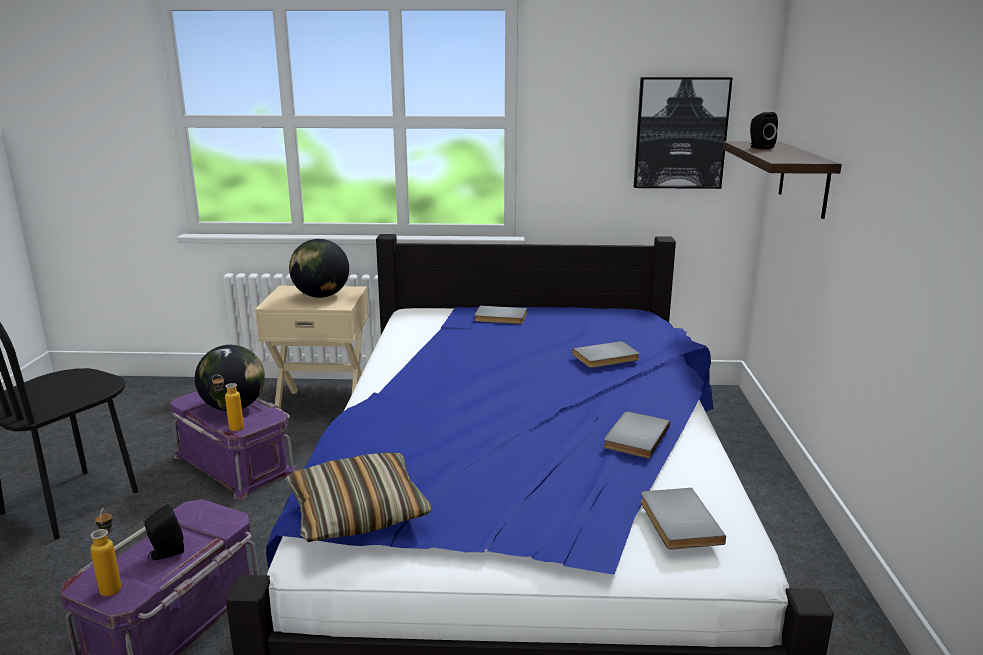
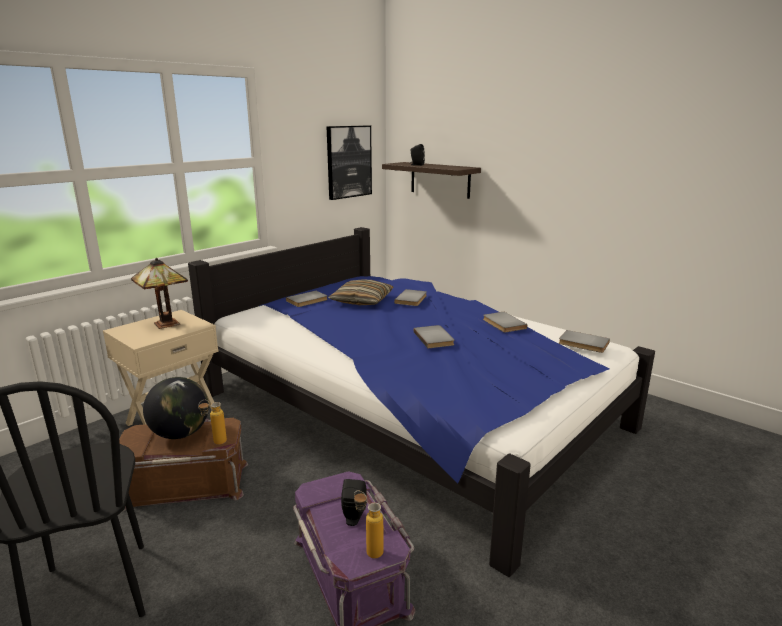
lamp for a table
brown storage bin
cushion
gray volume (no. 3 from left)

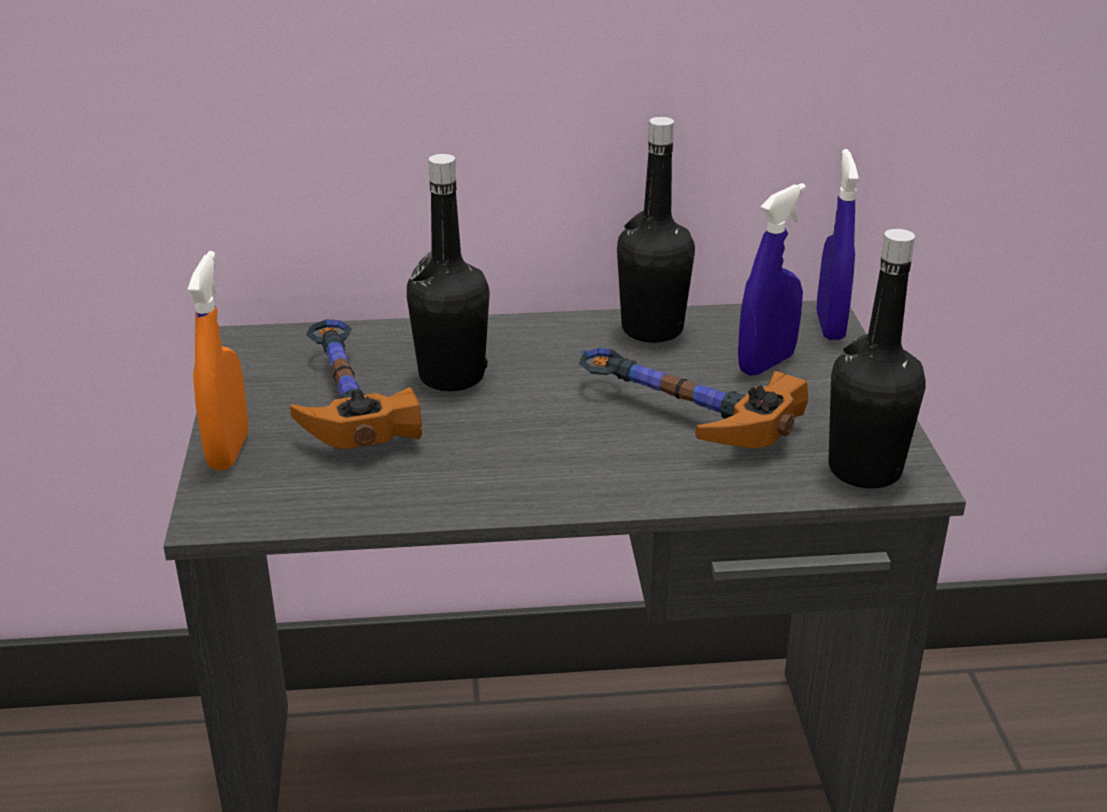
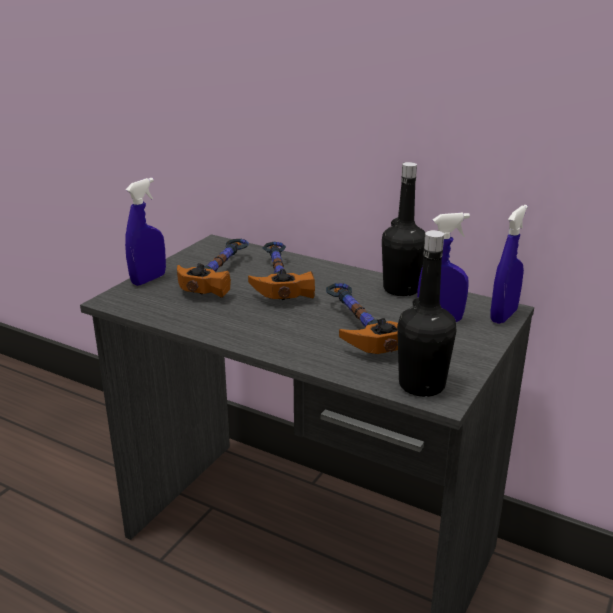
hammer (no. 2 from left)
bluish hand sprayer (no. 1 from left)

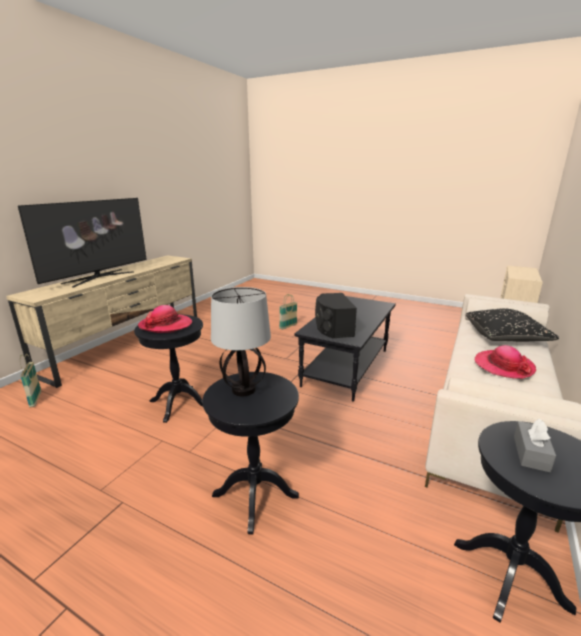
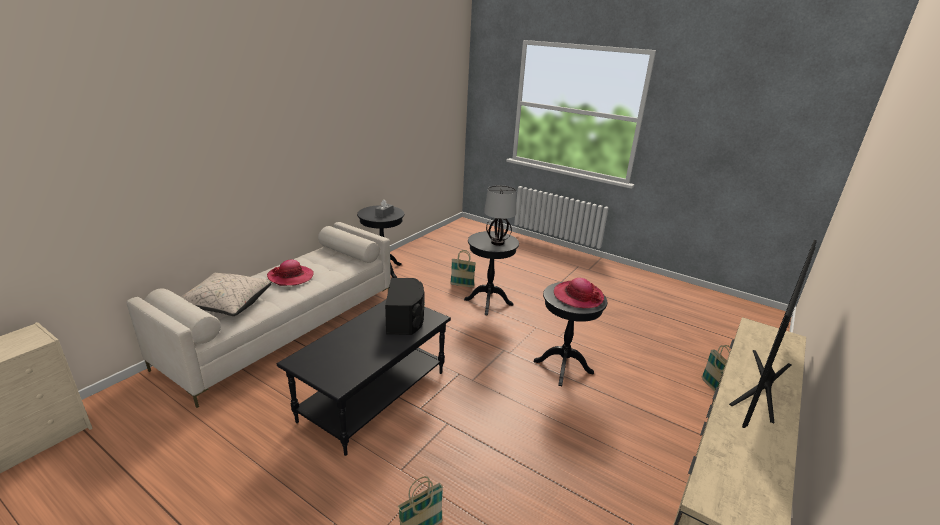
beige-coloured cushion
household basket (no. 2 from left)

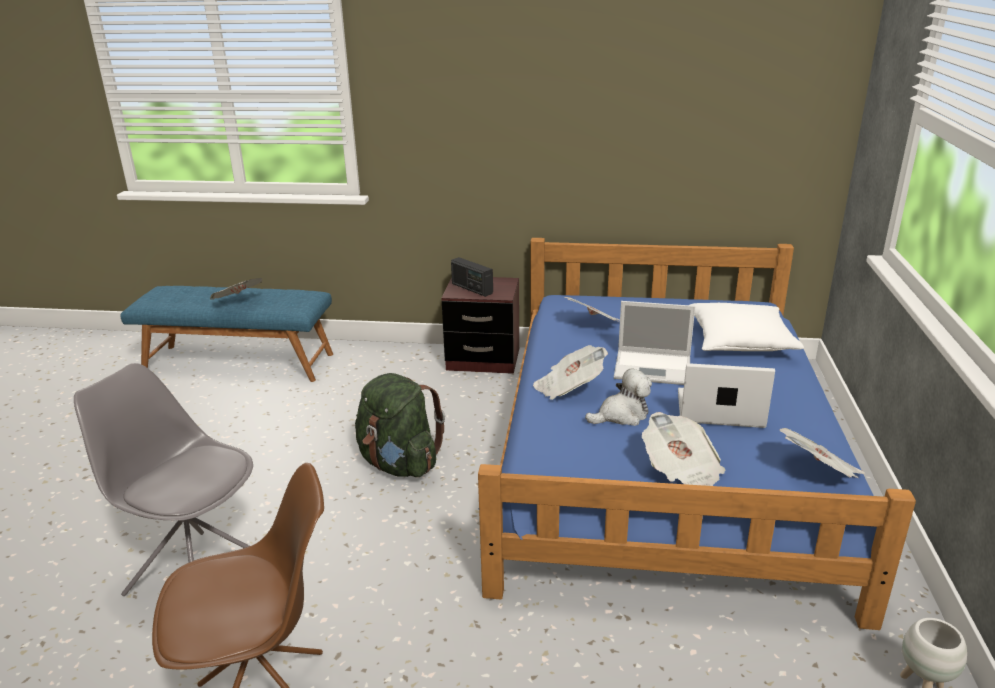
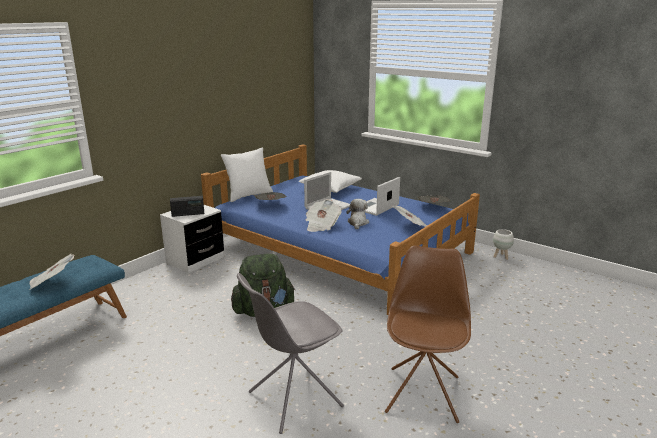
white night table
white cushion (no. 1 from left)

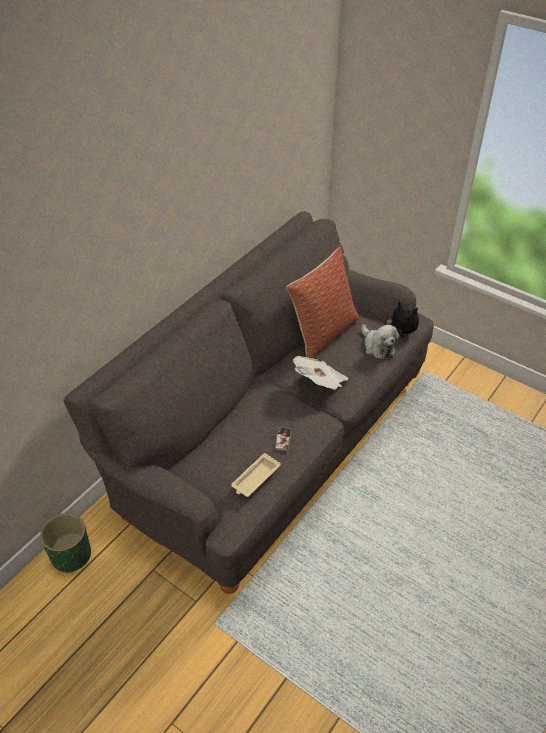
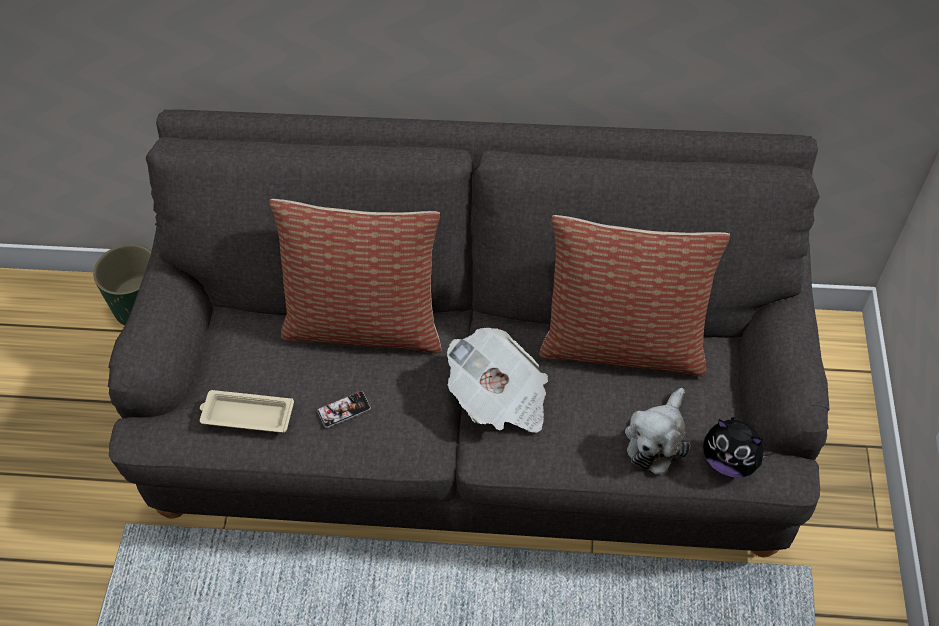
plush toy (no. 2 from left)
cushion (no. 1 from left)

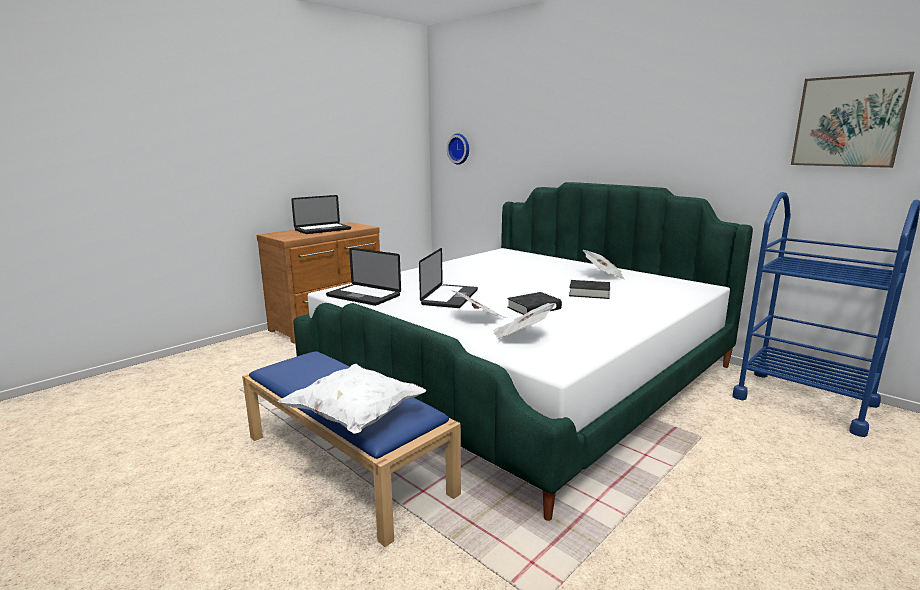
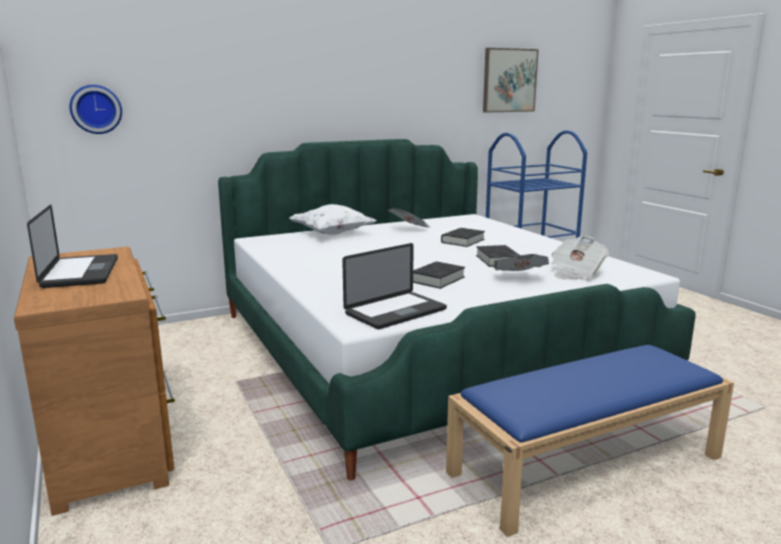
blackish volume (no. 1 from left)
white cushion

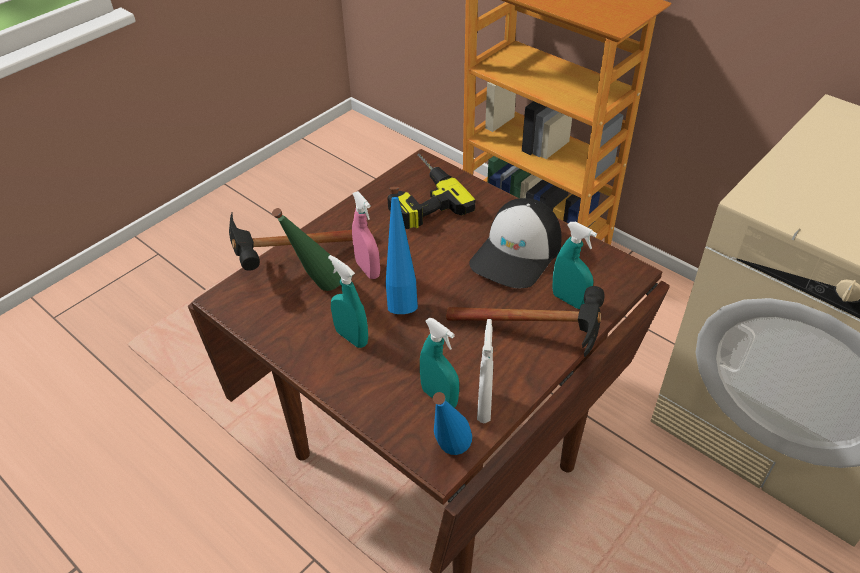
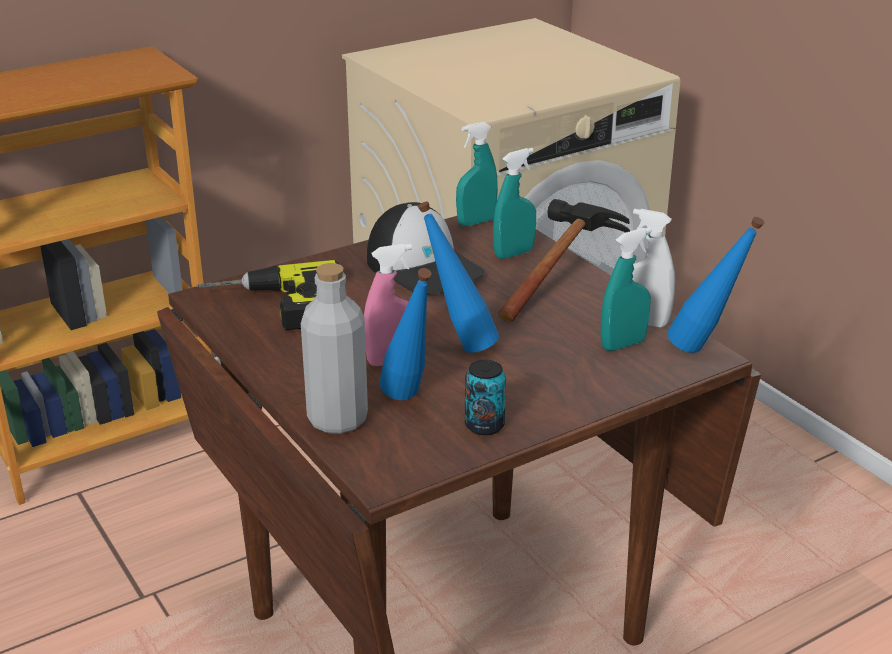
bluish bottle (no. 1 from left)
gray bottle
turquoise hand sprayer (no. 1 from left)
sealed can

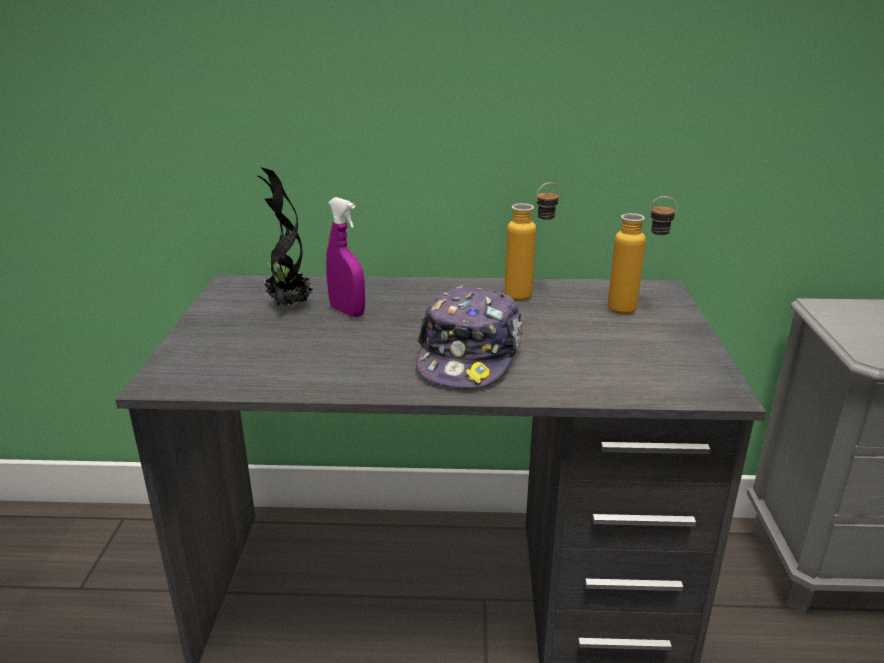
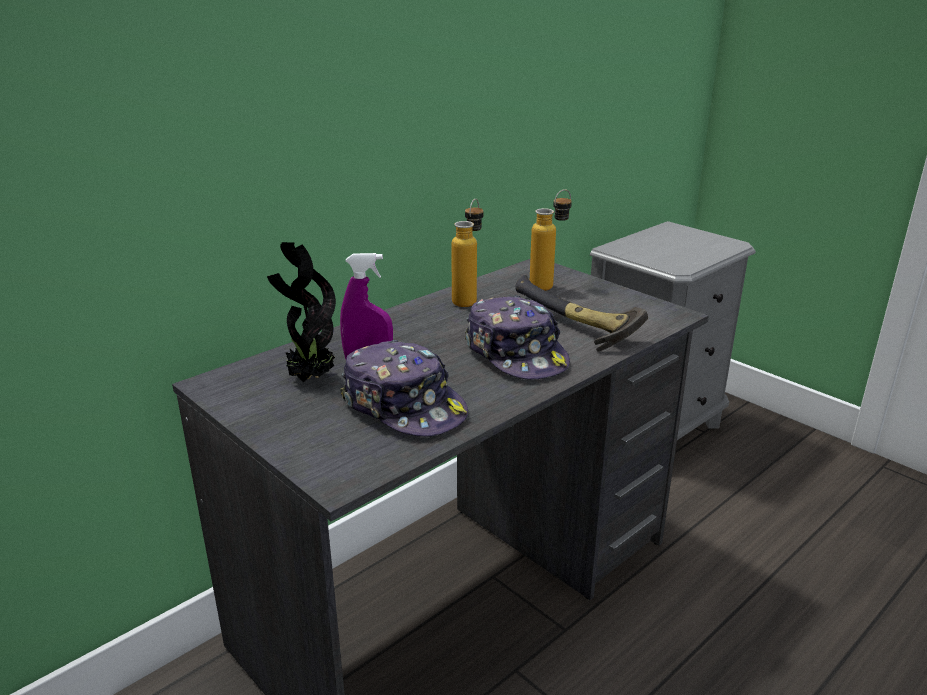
hammer
cap (no. 1 from left)

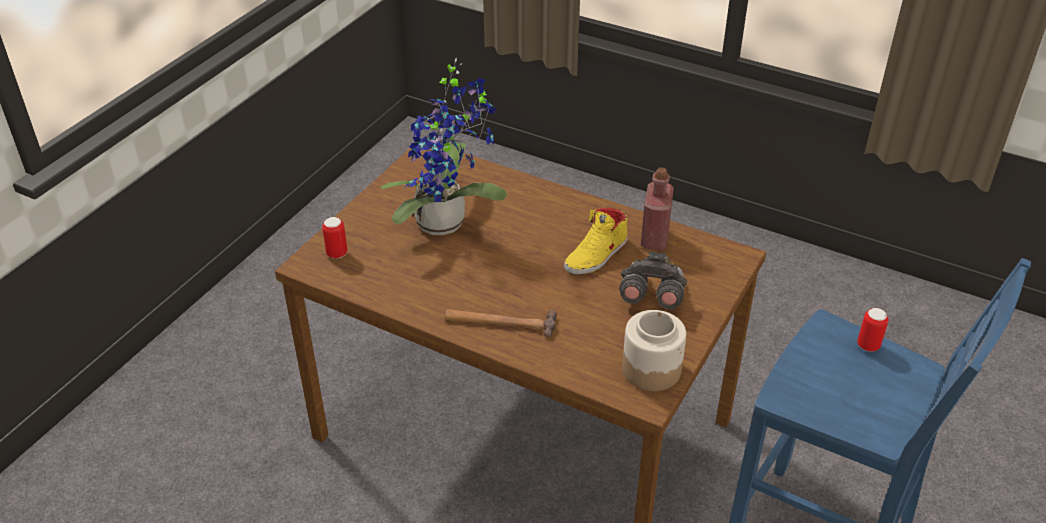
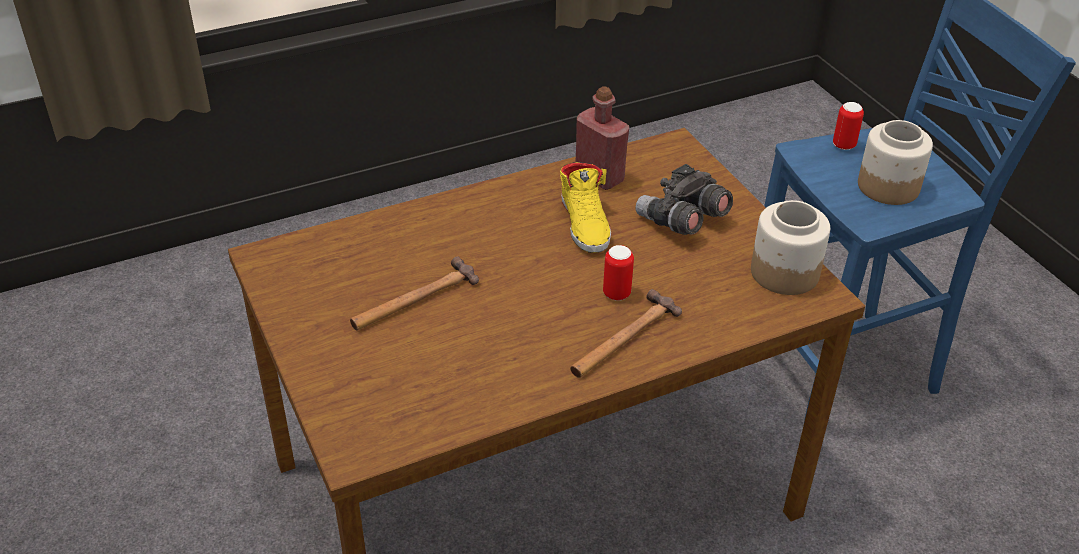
hammer (no. 1 from left)
sealed can (no. 1 from left)
preserve jar (no. 2 from left)

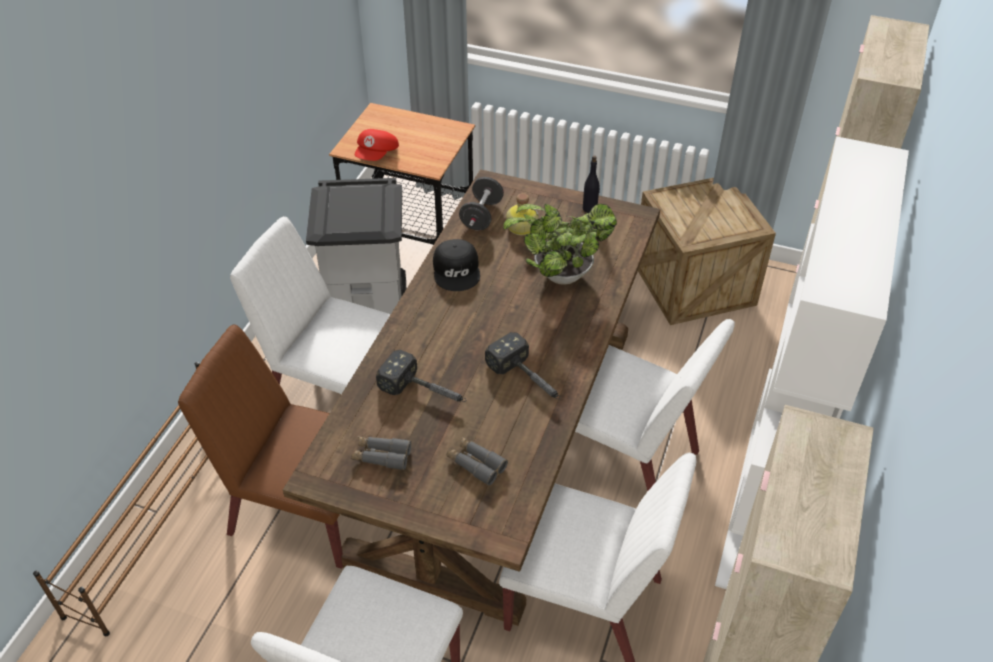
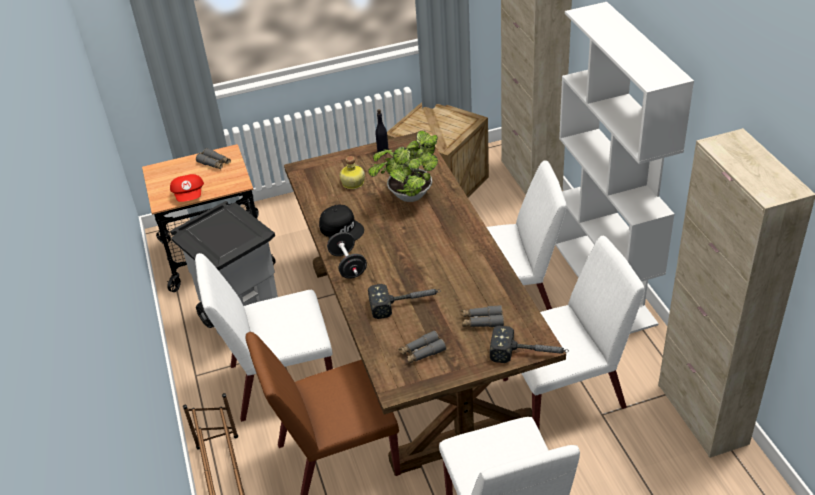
blackish dumbbell
hammer (no. 2 from left)
gray pair of binoculars (no. 1 from left)

